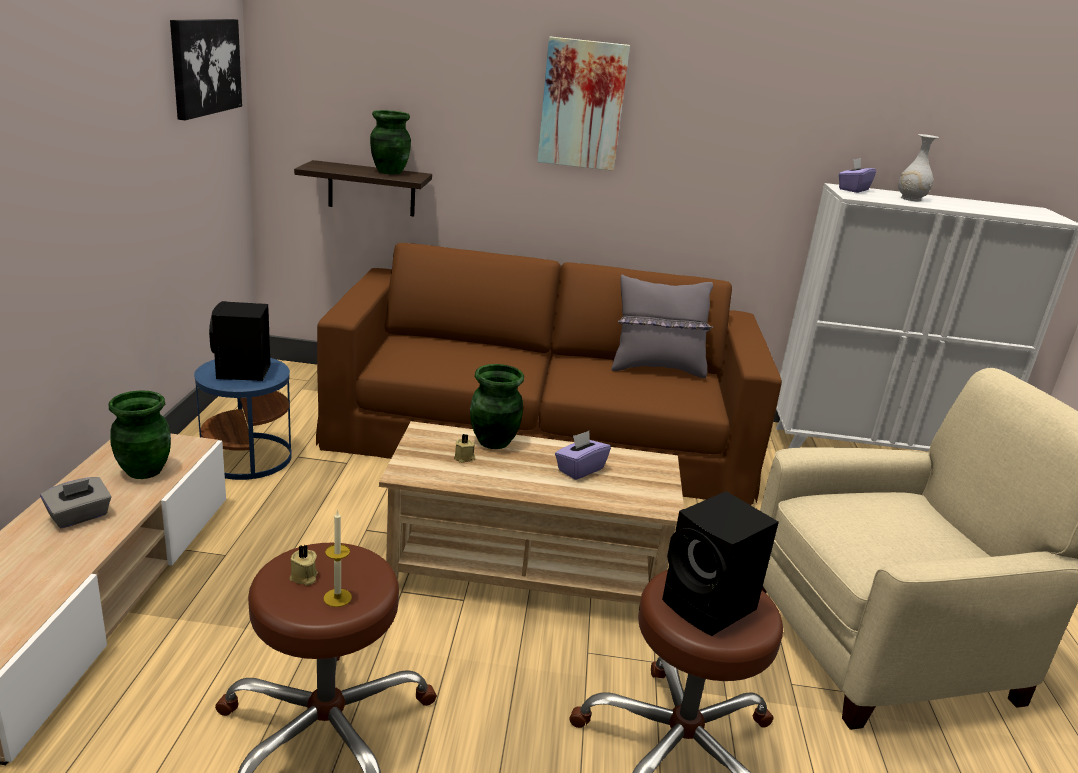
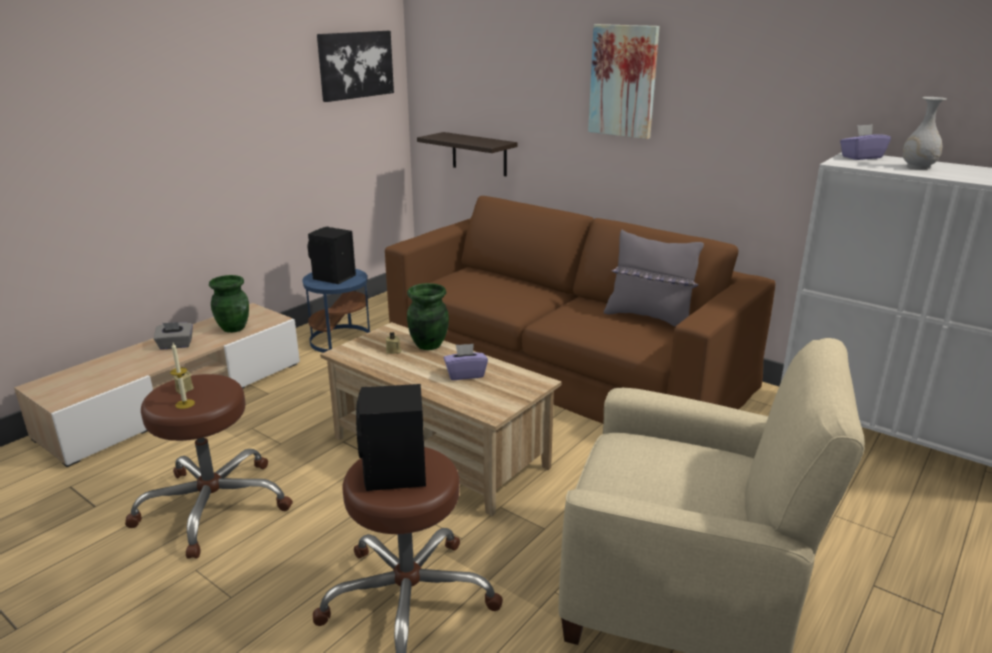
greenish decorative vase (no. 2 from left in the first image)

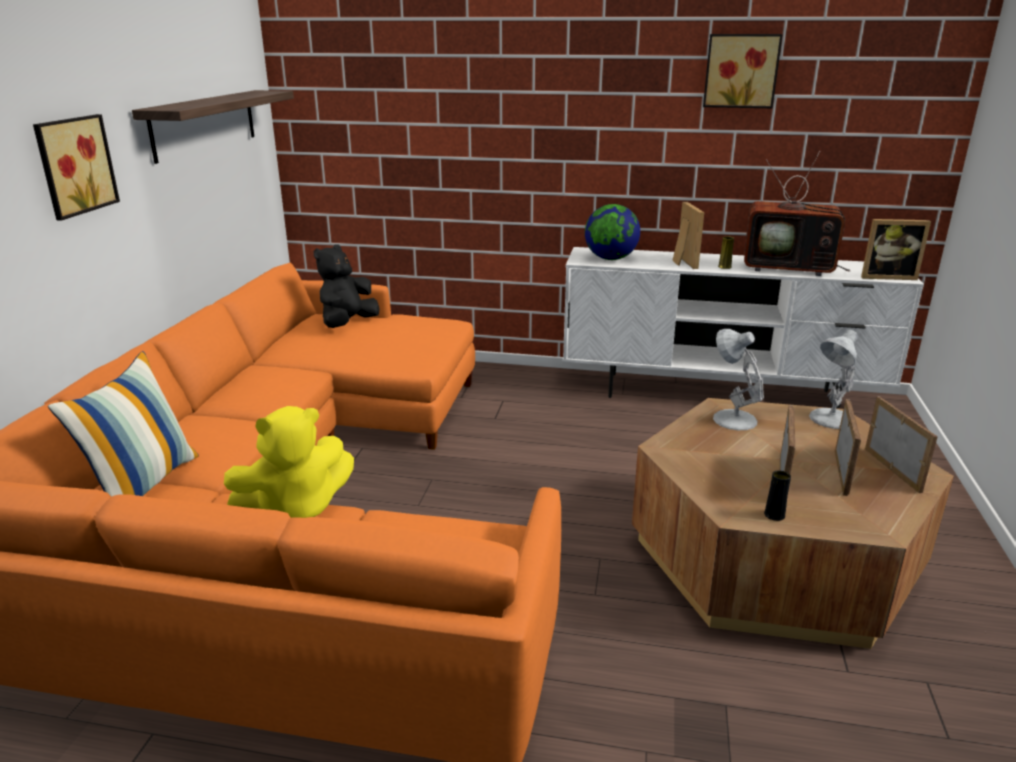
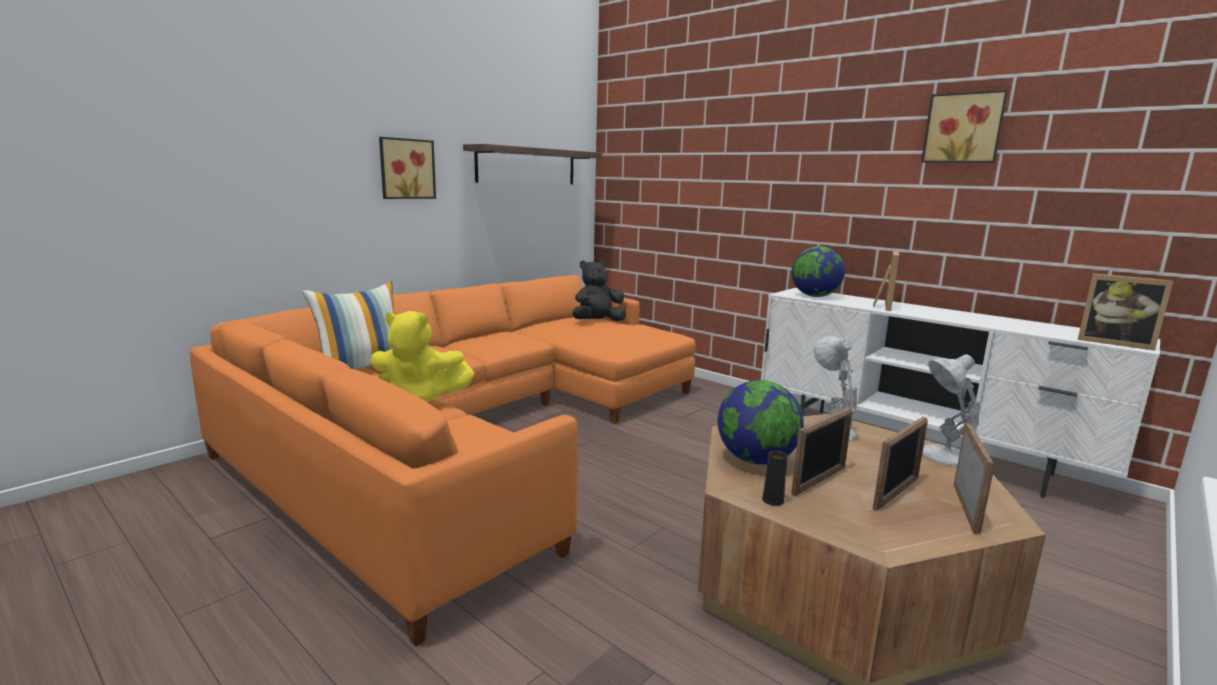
TV set
yellow-coloured decorative vase
world globe (no. 1 from left)

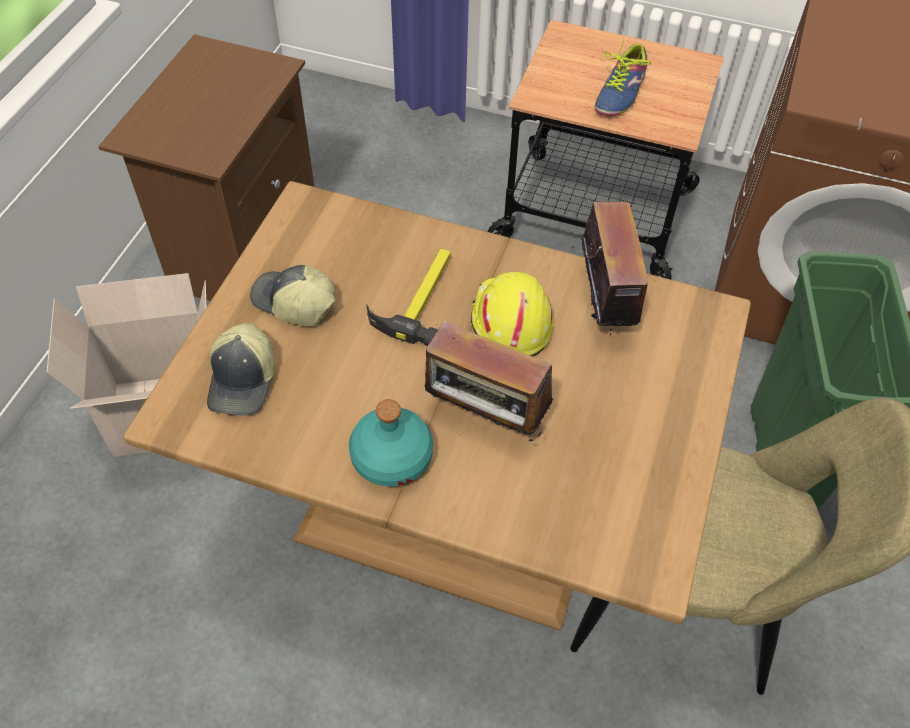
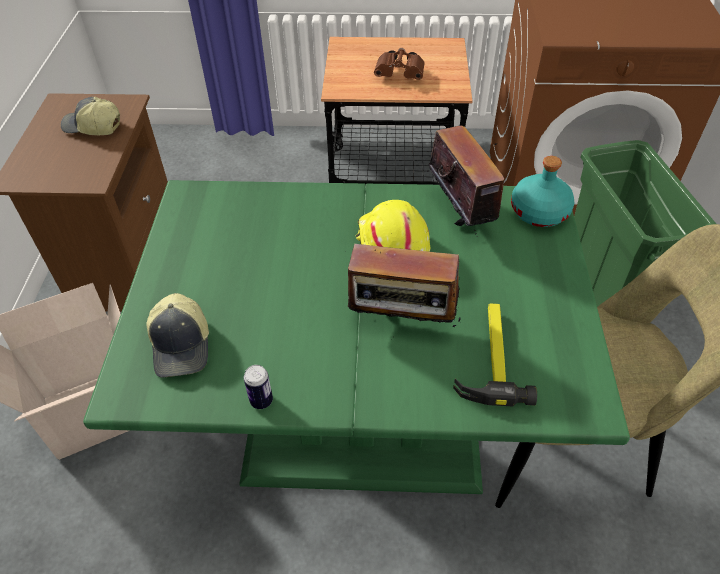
brown pair of binoculars
greenish dinner table
hammer
cap (no. 1 from left)
turquoise bottle
sealed can

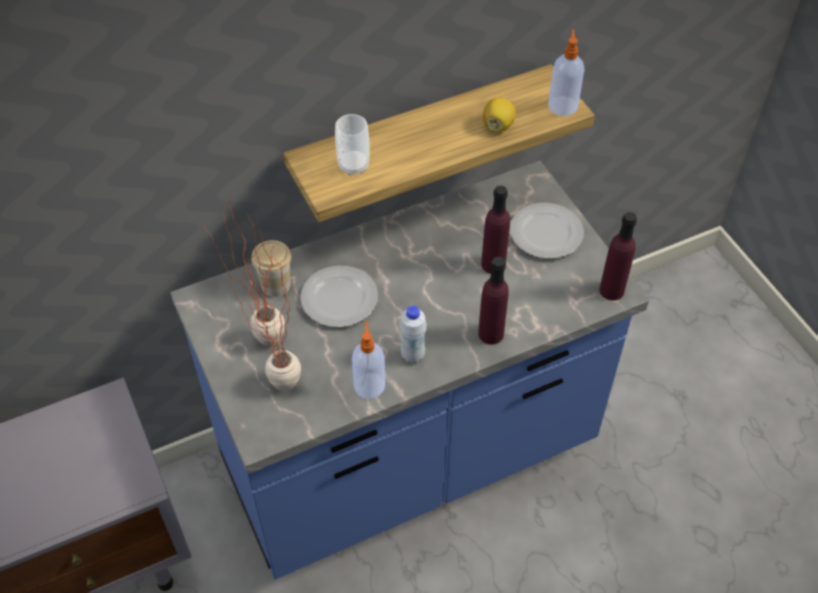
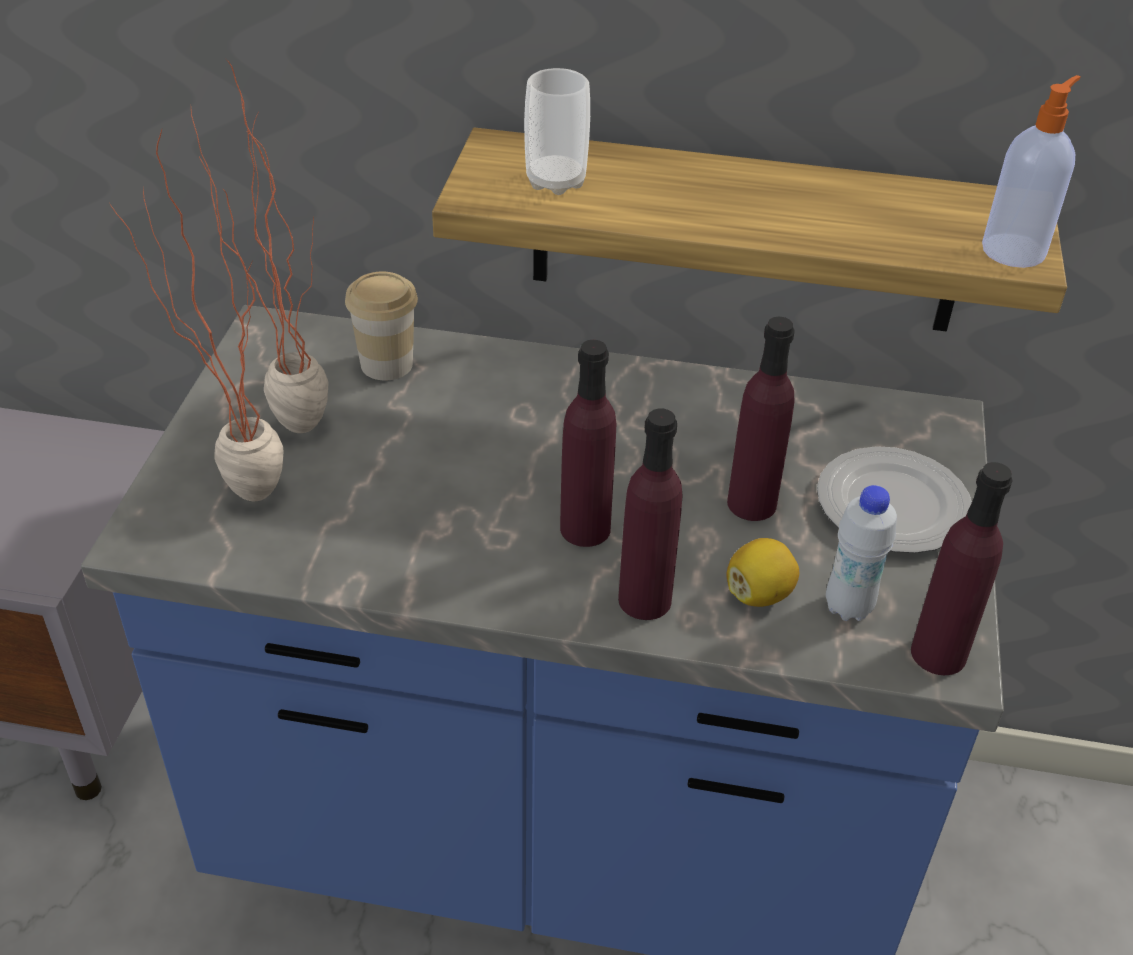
lemon
flat dish (no. 1 from left in the first image)
white bottle
soap dispenser (no. 1 from left in the first image)
purple bottle (no. 1 from left)

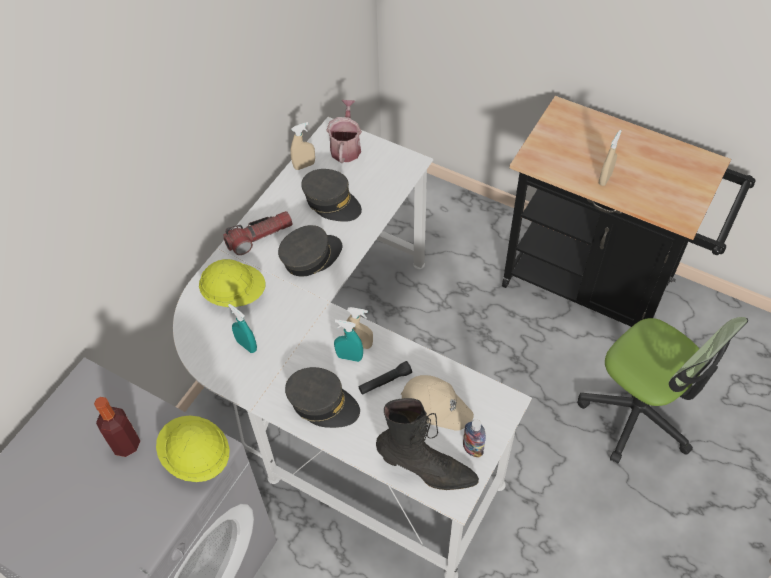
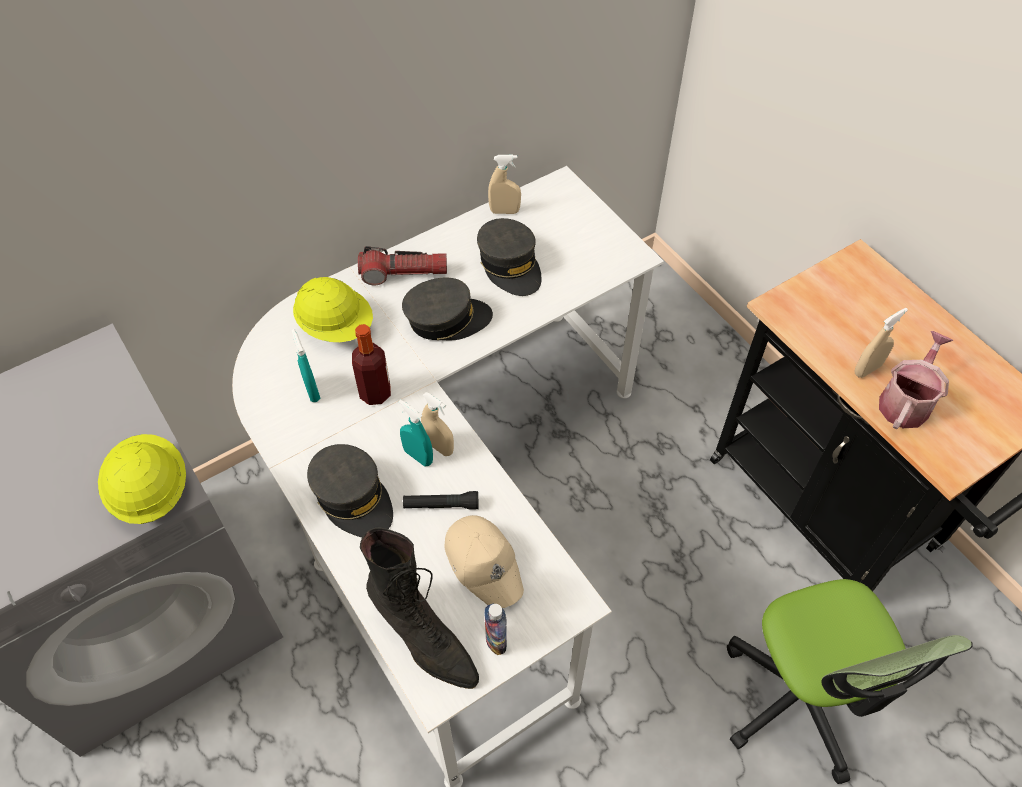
sprinkling can
bottle (no. 1 from left)

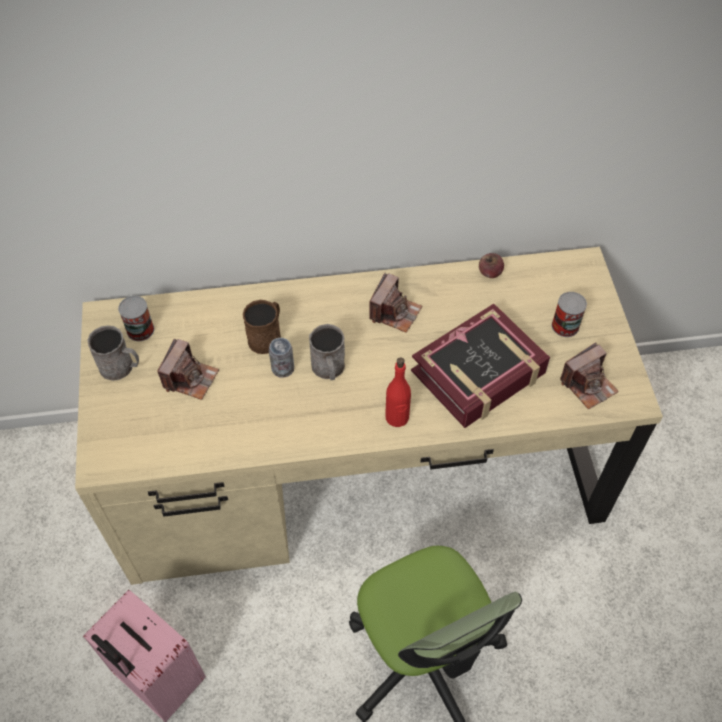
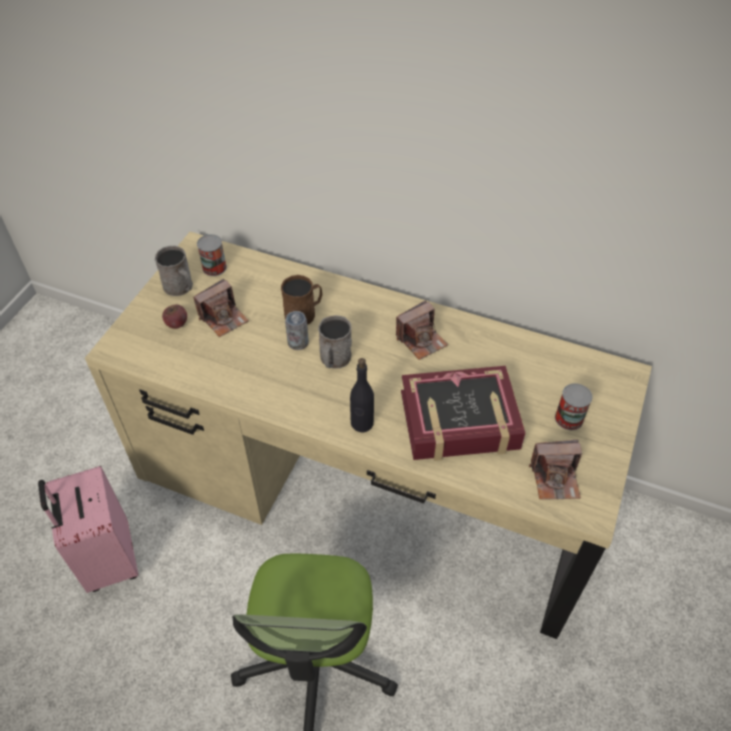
apple fruit
blackish bottle

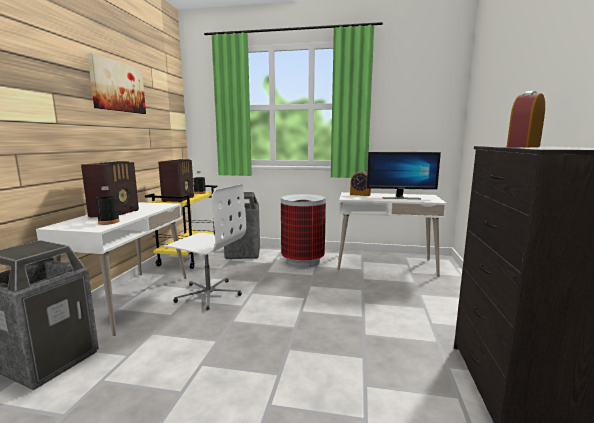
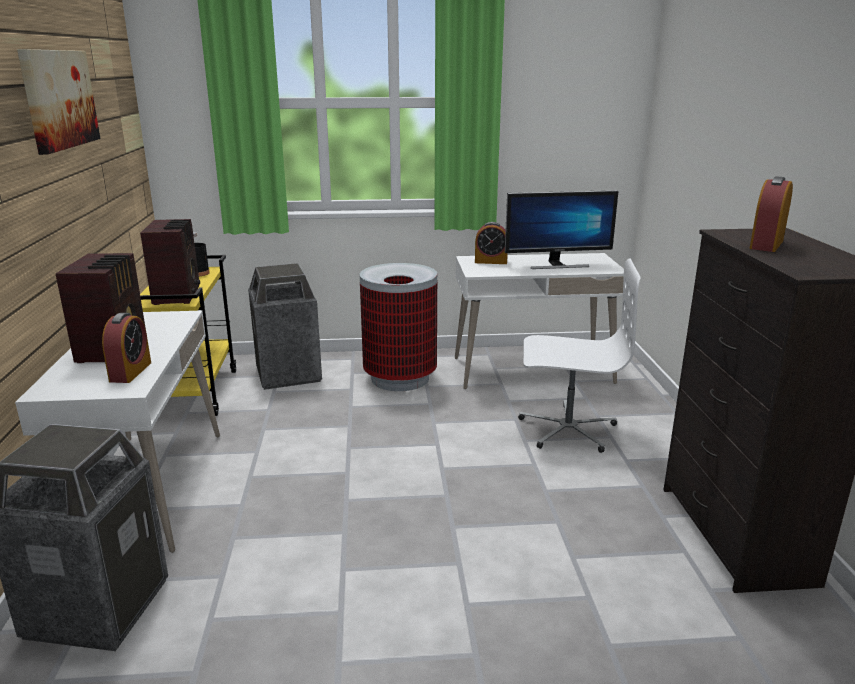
white computer chair
bedside clock (no. 1 from left)

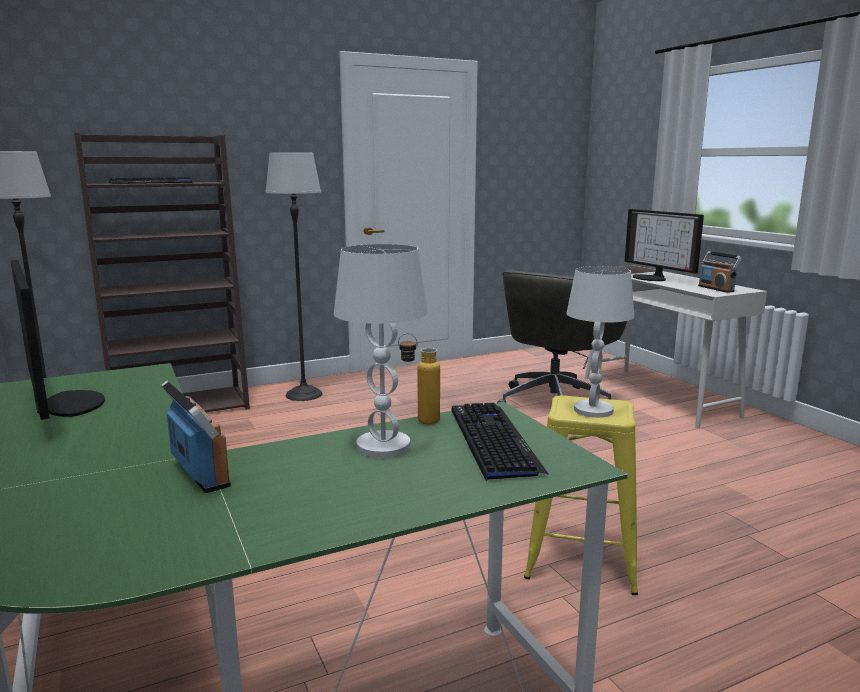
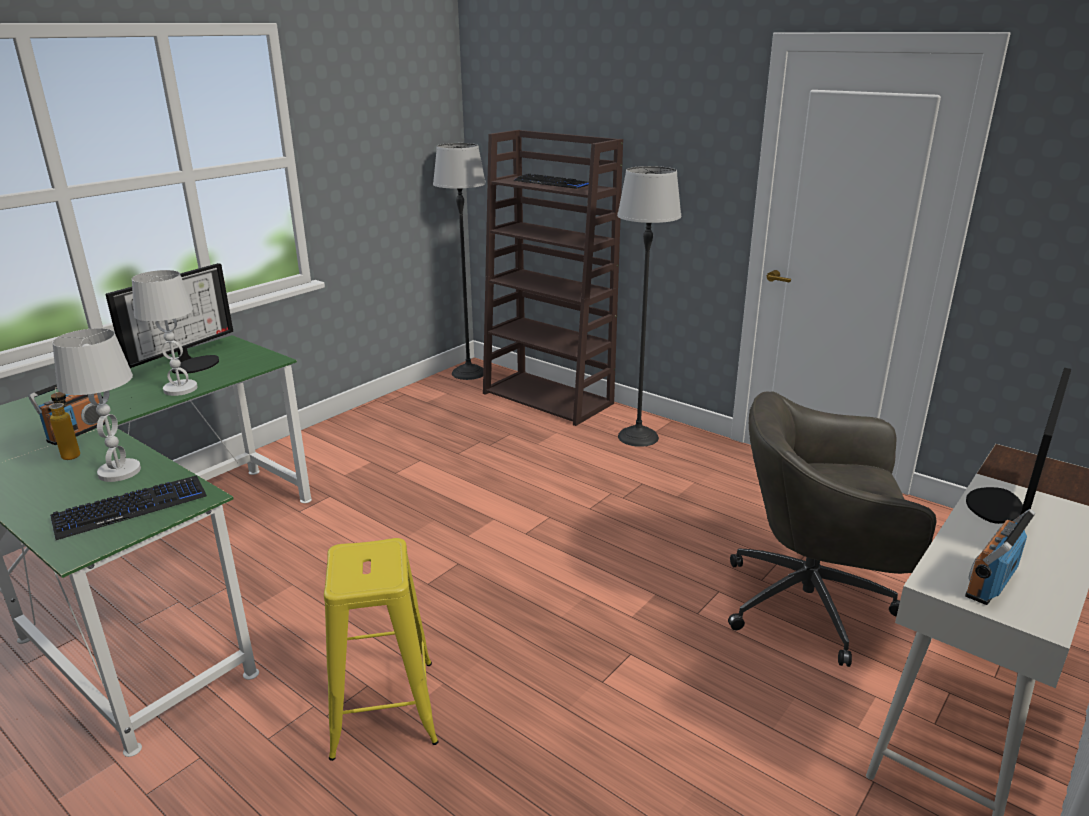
white lamp for a table (no. 2 from left)
bottle

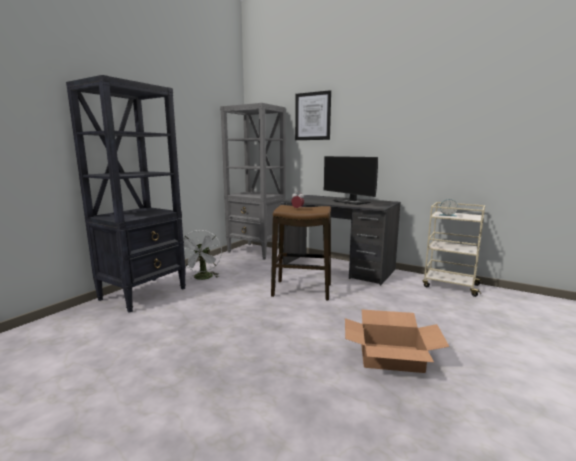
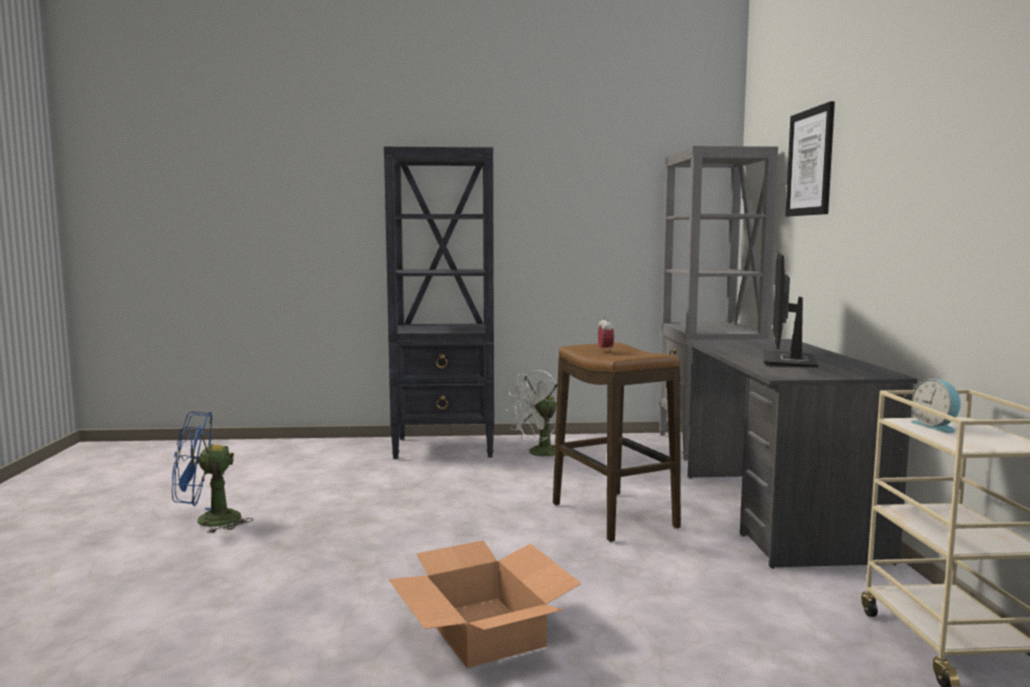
bluish cooling fan

